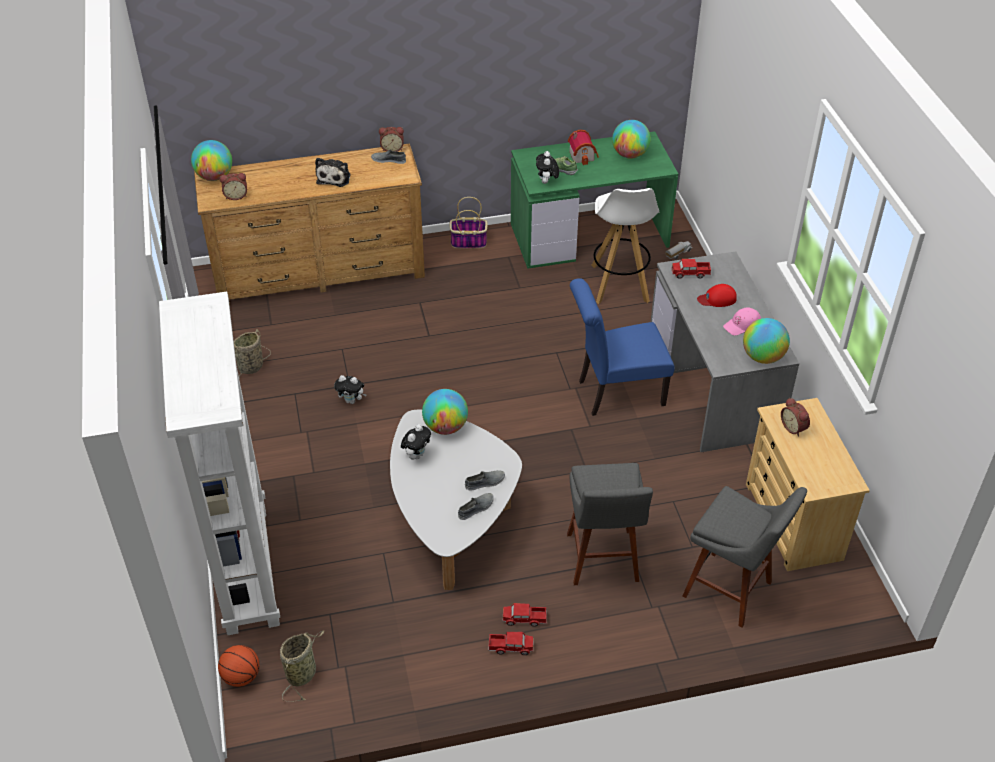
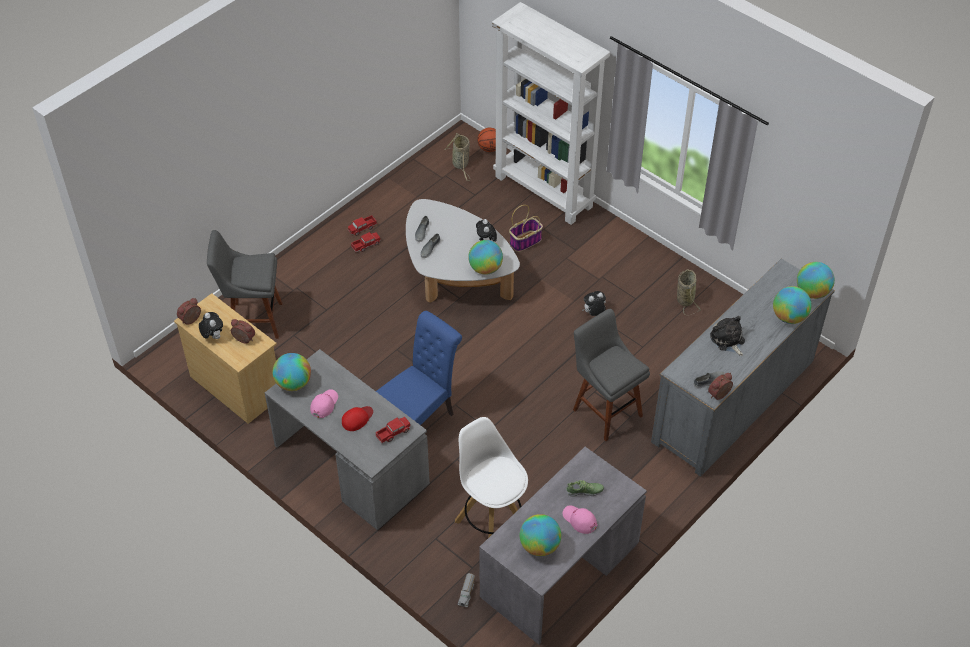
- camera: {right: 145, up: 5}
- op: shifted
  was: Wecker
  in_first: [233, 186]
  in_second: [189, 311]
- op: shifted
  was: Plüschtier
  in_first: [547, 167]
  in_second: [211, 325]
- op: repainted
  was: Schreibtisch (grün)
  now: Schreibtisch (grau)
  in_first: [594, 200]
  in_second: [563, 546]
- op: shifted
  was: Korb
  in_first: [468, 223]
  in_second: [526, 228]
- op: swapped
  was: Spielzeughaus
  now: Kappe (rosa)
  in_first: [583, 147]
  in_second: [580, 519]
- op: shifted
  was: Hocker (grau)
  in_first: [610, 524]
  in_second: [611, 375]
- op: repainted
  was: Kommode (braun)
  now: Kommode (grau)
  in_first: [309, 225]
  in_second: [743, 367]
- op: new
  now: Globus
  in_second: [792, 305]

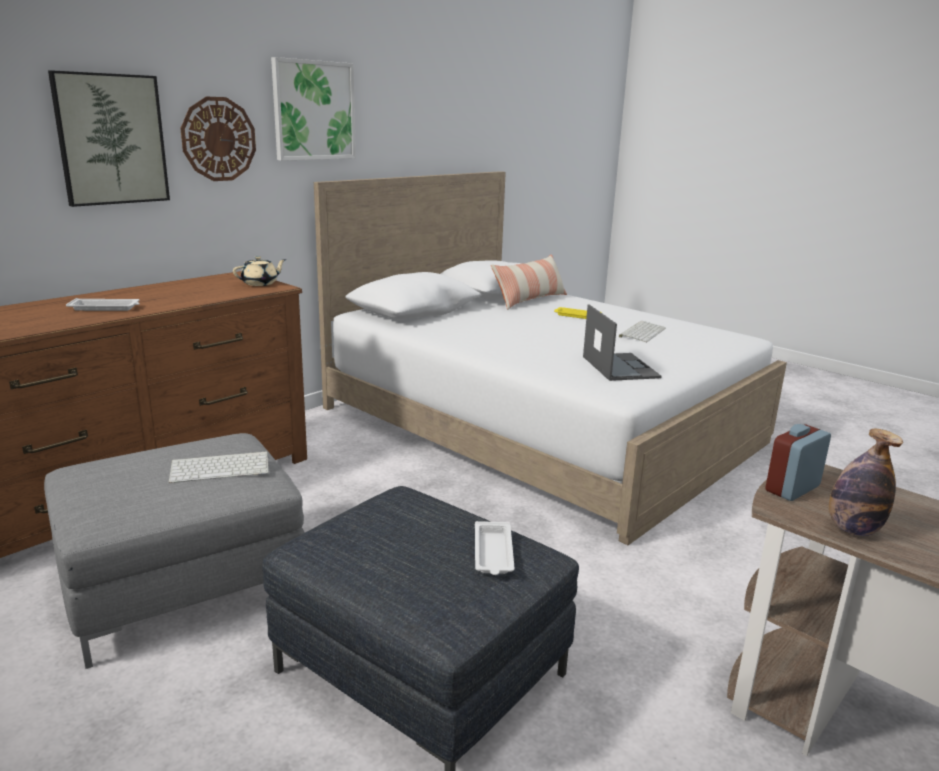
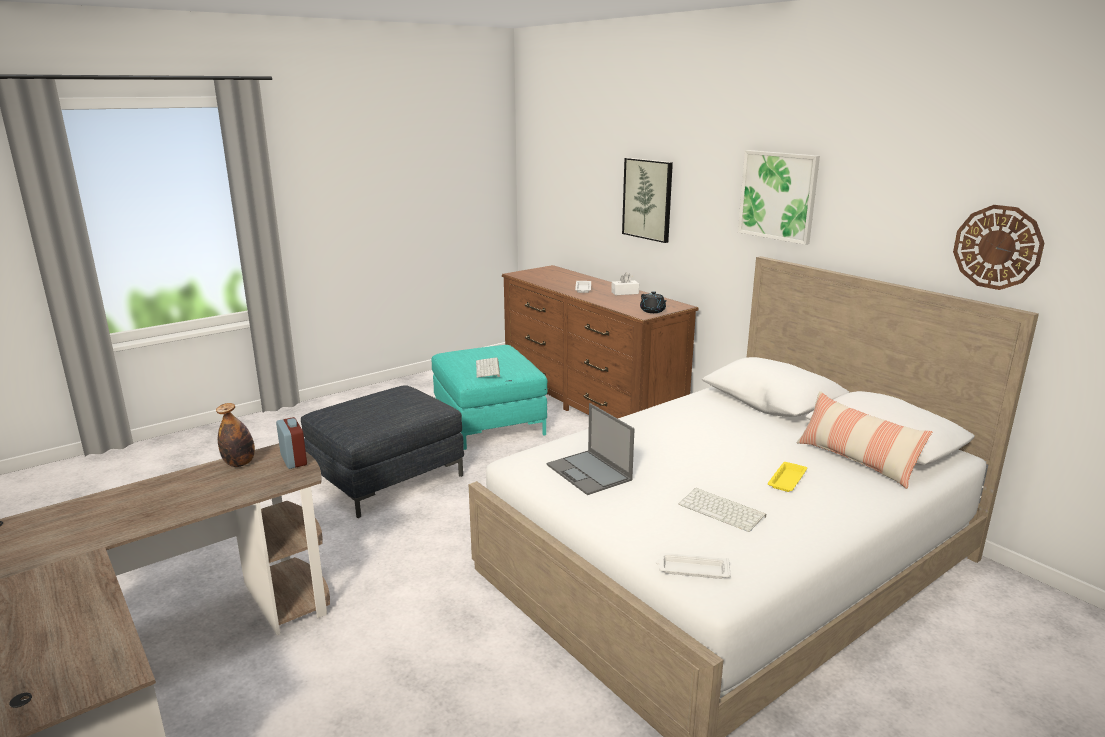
- camera: {right: 100, up: 0}
- op: repainted
  was: Polsterhocker (grau)
  now: Polsterhocker (türkis)
  in_first: [174, 551]
  in_second: [489, 397]
- op: rotated
  was: Laptop
  in_first: [622, 342]
  in_second: [591, 449]
  clockwise: 60
- op: new
  now: Taschentuchbox (weiß)
  in_second: [625, 284]
- op: repainted
  was: Teekanne (beige)
  now: Teekanne (schwarz)
  in_first: [259, 271]
  in_second: [653, 302]
- op: shifted
  was: Tablett (weiß)
  in_first: [495, 548]
  in_second: [693, 566]
- op: shifted
  was: Wanduhr
  in_first: [218, 139]
  in_second: [998, 247]

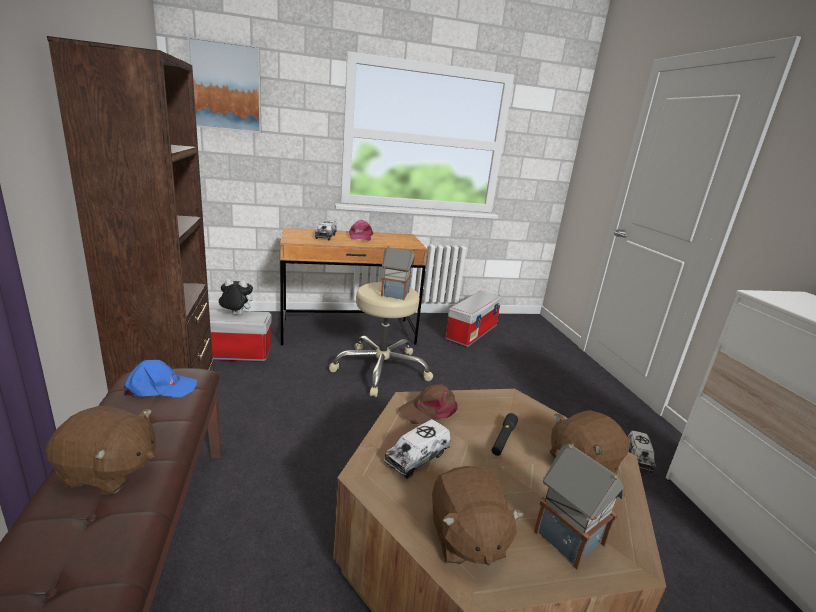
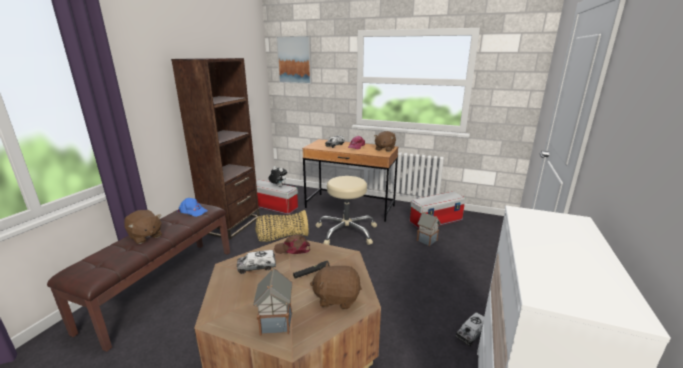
- camera: {right: 35, up: 0}
- op: new
  now: Korb
  in_second: [282, 226]
- op: shifted
  was: Plüschtier (braun)
  in_first: [478, 516]
  in_second: [385, 141]
- op: shifted
  was: Spielzeughaus
  in_first: [398, 273]
  in_second: [429, 229]

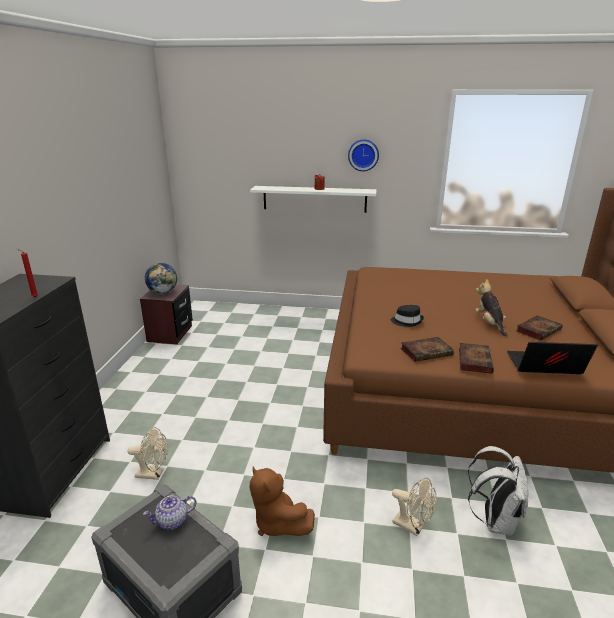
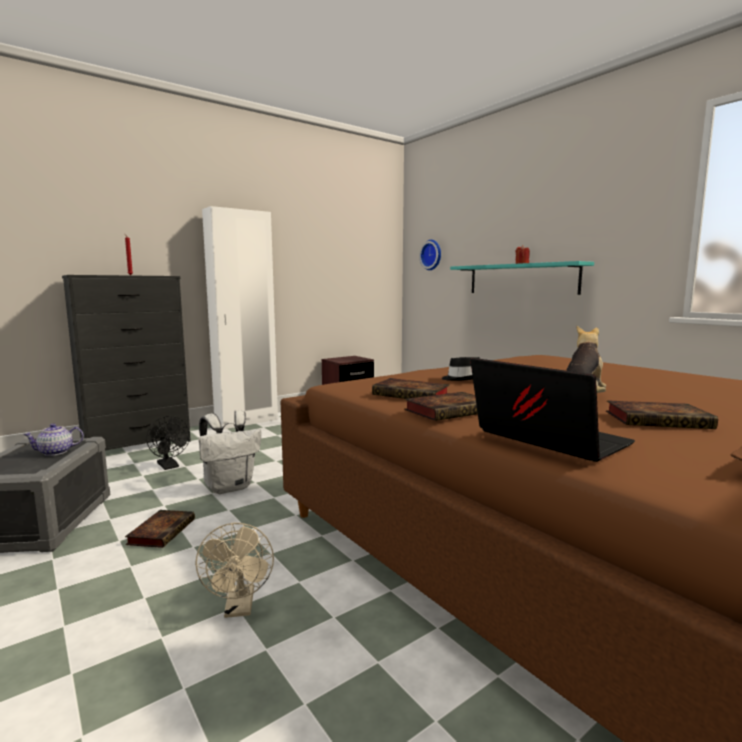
- camera: {right: 45, up: -15}
- op: rotated
  was: Teekanne
  in_first: [170, 512]
  in_second: [53, 439]
  clockwise: -45
- op: swapped
  was: Plüschtier (braun)
  now: Buch
  in_first: [282, 501]
  in_second: [160, 529]
- op: repainted
  was: Ventilator (beige)
  now: Ventilator (schwarz)
  in_first: [148, 453]
  in_second: [168, 443]
- op: shifted
  was: Rucksack (weiß)
  in_first: [498, 491]
  in_second: [230, 452]
- op: new
  now: Kleiderschrank (weiß)
  in_second: [240, 318]
- op: shifted
  was: Wanduhr
  in_first: [363, 155]
  in_second: [430, 255]
- op: repainted
  was: Wandregal (weiß)
  now: Wandregal (türkis)
  in_first: [313, 199]
  in_second: [522, 278]
- op: gone
  was: Globus
  in_first: [161, 278]

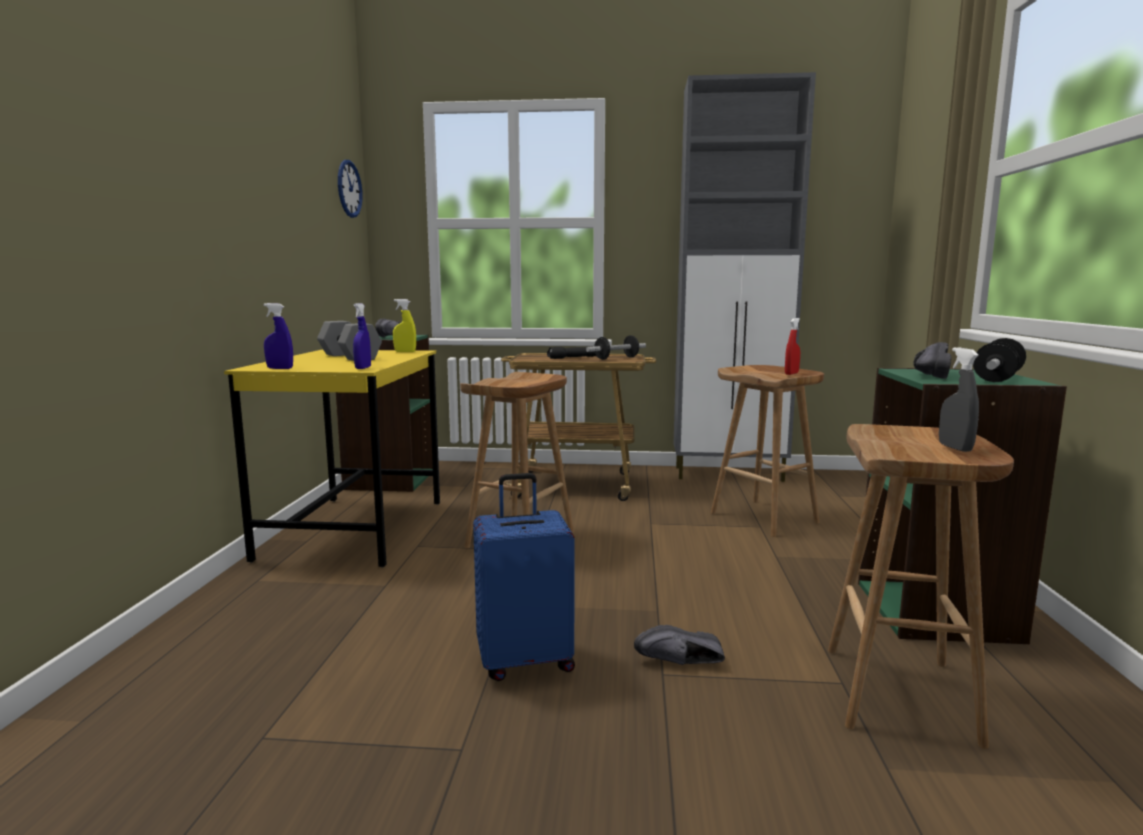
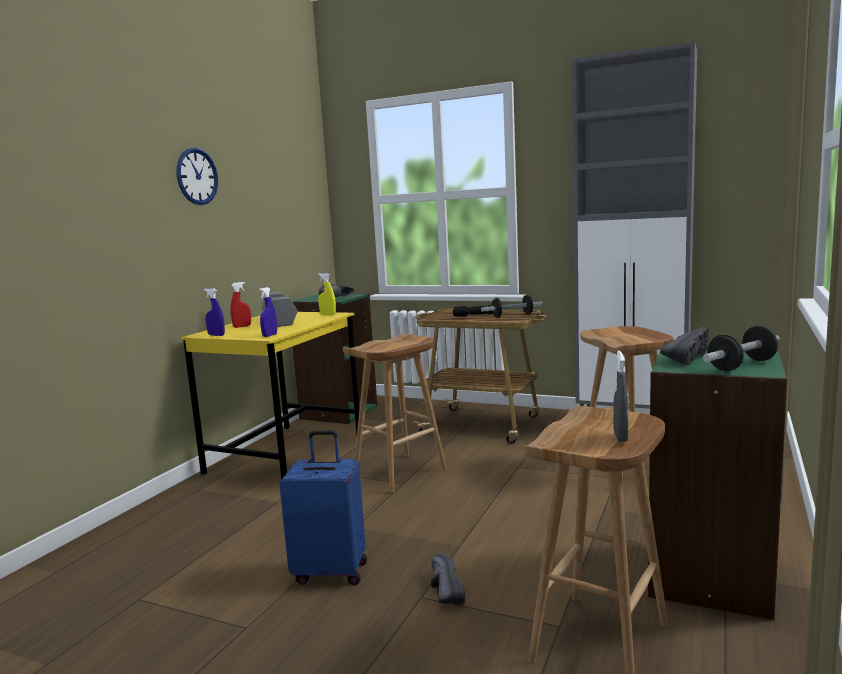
- camera: {right: 20, up: 0}
- op: shifted
  was: Wanduhr
  in_first: [350, 189]
  in_second: [197, 176]
- op: shifted
  was: Sprühflasche (rot)
  in_first: [792, 346]
  in_second: [240, 305]
- op: rotated
  was: Schuh (schwarz)
  in_first: [679, 645]
  in_second: [448, 579]
  clockwise: 60

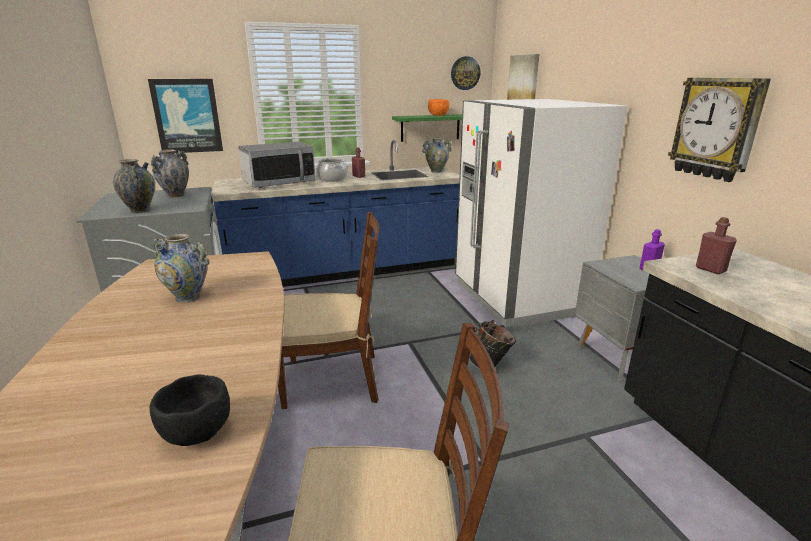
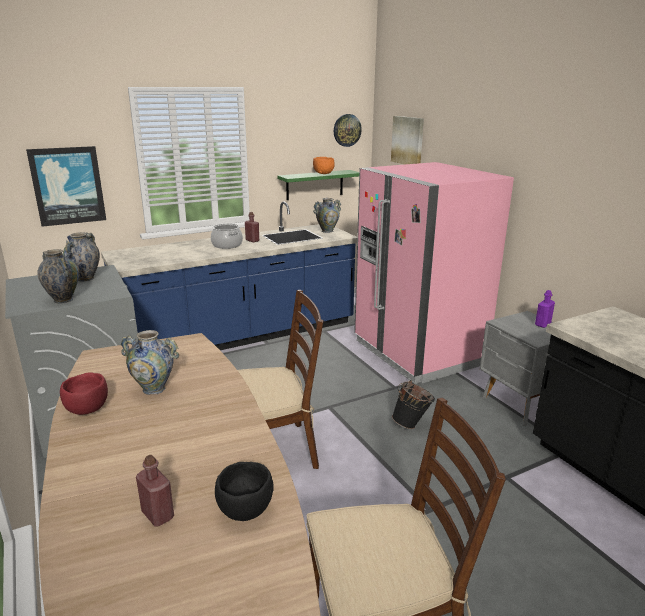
- camera: {right: -10, up: 0}
- op: new
  now: Schüssel (rot)
  in_second: [84, 393]
- op: shifted
  was: Flasche (rot)
  in_first: [716, 245]
  in_second: [155, 491]
- op: repainted
  was: Kühlschrank (weiß)
  now: Kühlschrank (rosa)
  in_first: [541, 213]
  in_second: [434, 273]
- op: gone
  was: Mikrowelle
  in_first: [277, 164]
- op: gone
  was: Wanduhr
  in_first: [719, 130]

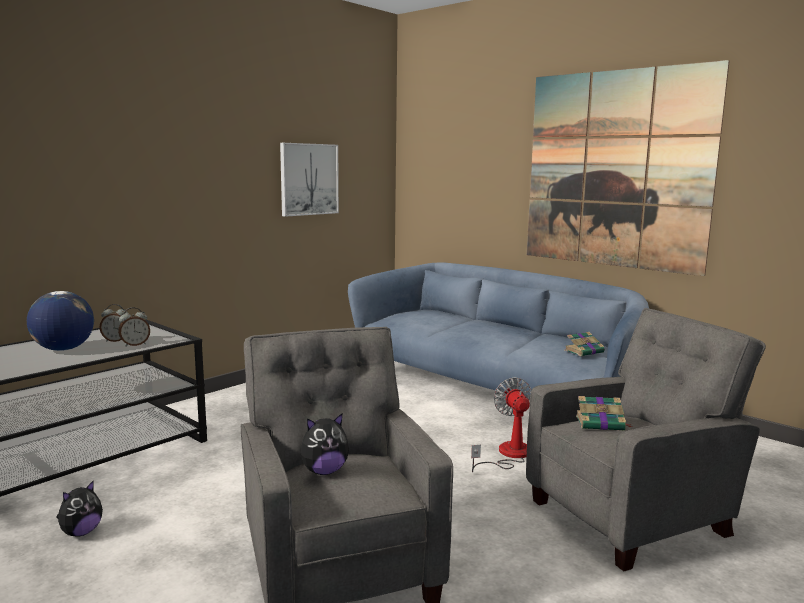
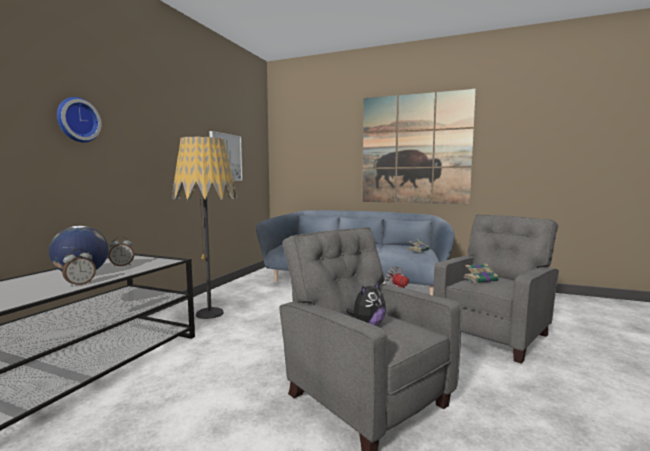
- camera: {right: -20, up: -5}
- op: new
  now: Wanduhr
  in_second: [79, 120]
- op: shifted
  was: Wecker
  in_first: [134, 327]
  in_second: [79, 268]
- op: new
  now: Stehlampe
  in_second: [204, 227]
- op: gone
  was: Plüschtier
  in_first: [79, 508]

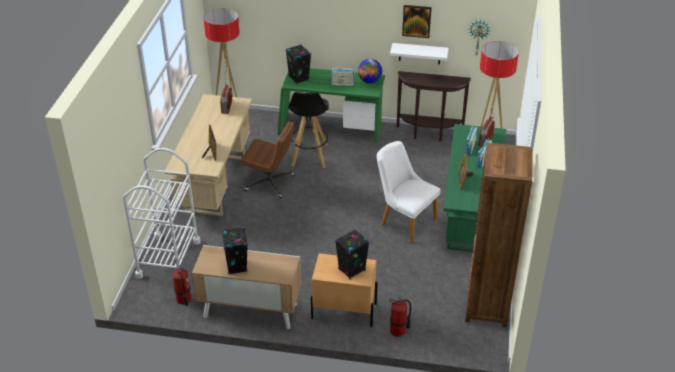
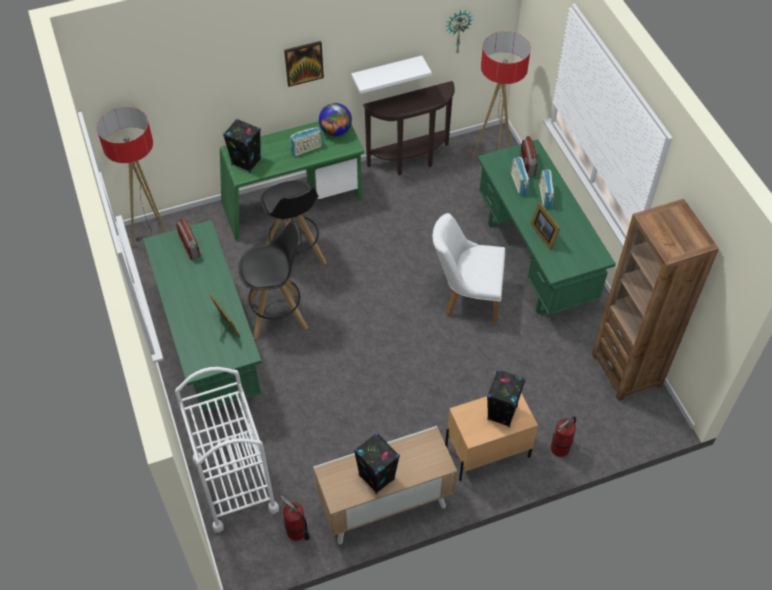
- camera: {right: -30, up: 15}
- op: repainted
  was: Schreibtisch (beige)
  now: Schreibtisch (grün)
  in_first: [208, 155]
  in_second: [202, 315]
- op: swapped
  was: Bürostuhl (braun)
  now: Hocker (schwarz)
  in_first: [268, 159]
  in_second: [273, 280]
- op: shifted
  was: Bild
  in_first: [417, 21]
  in_second: [304, 64]

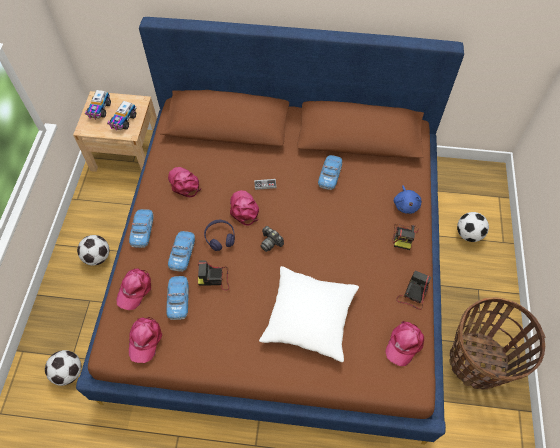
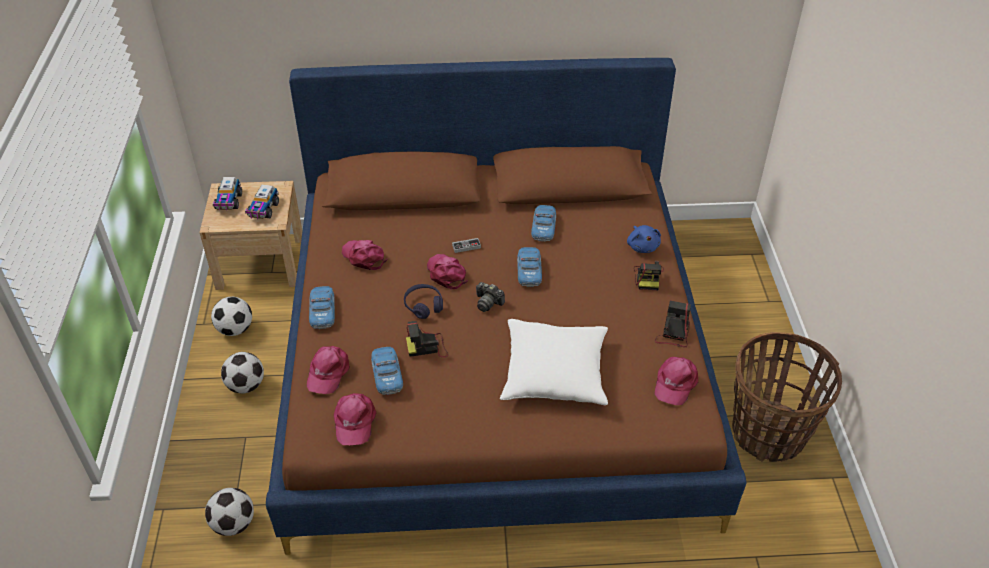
- camera: {right: -10, up: -15}
- op: shifted
  was: Fußball
  in_first: [473, 227]
  in_second: [231, 316]
- op: shifted
  was: Spielzeugauto
  in_first: [181, 251]
  in_second: [529, 267]

